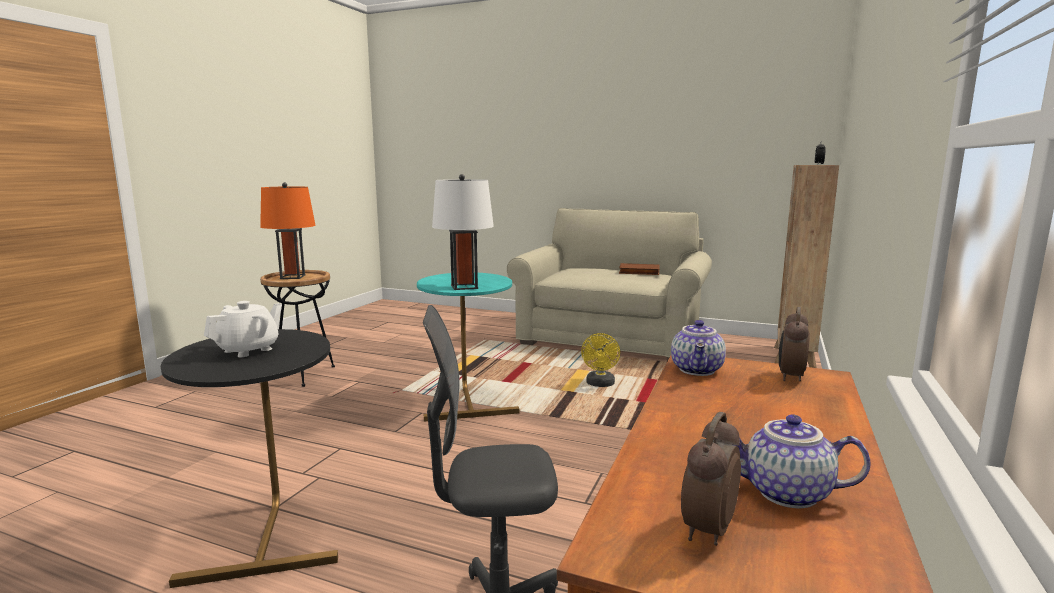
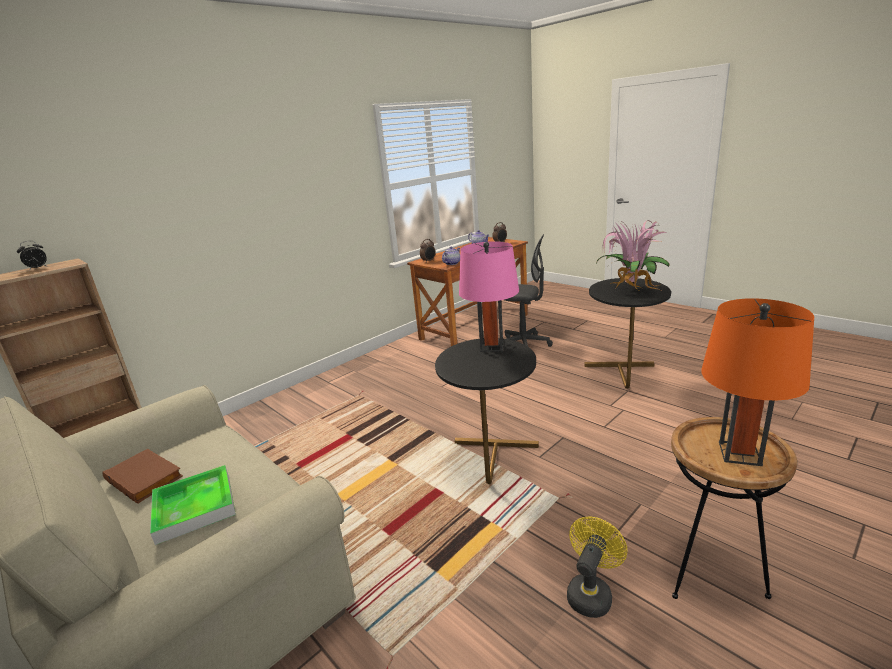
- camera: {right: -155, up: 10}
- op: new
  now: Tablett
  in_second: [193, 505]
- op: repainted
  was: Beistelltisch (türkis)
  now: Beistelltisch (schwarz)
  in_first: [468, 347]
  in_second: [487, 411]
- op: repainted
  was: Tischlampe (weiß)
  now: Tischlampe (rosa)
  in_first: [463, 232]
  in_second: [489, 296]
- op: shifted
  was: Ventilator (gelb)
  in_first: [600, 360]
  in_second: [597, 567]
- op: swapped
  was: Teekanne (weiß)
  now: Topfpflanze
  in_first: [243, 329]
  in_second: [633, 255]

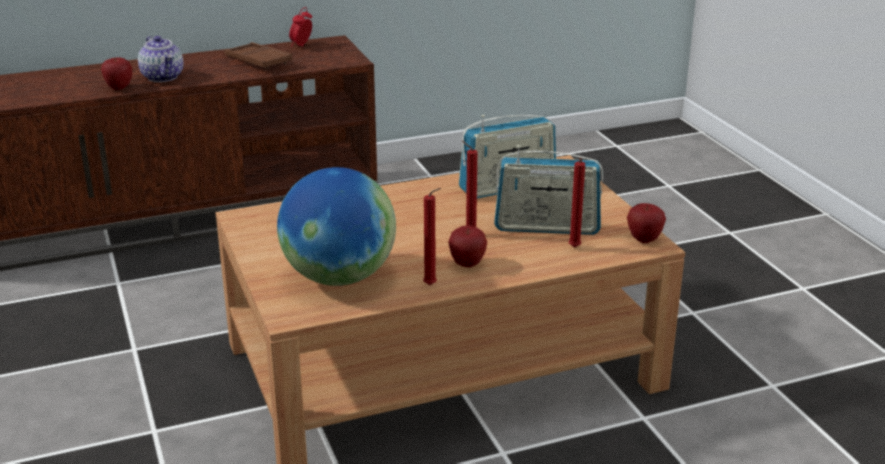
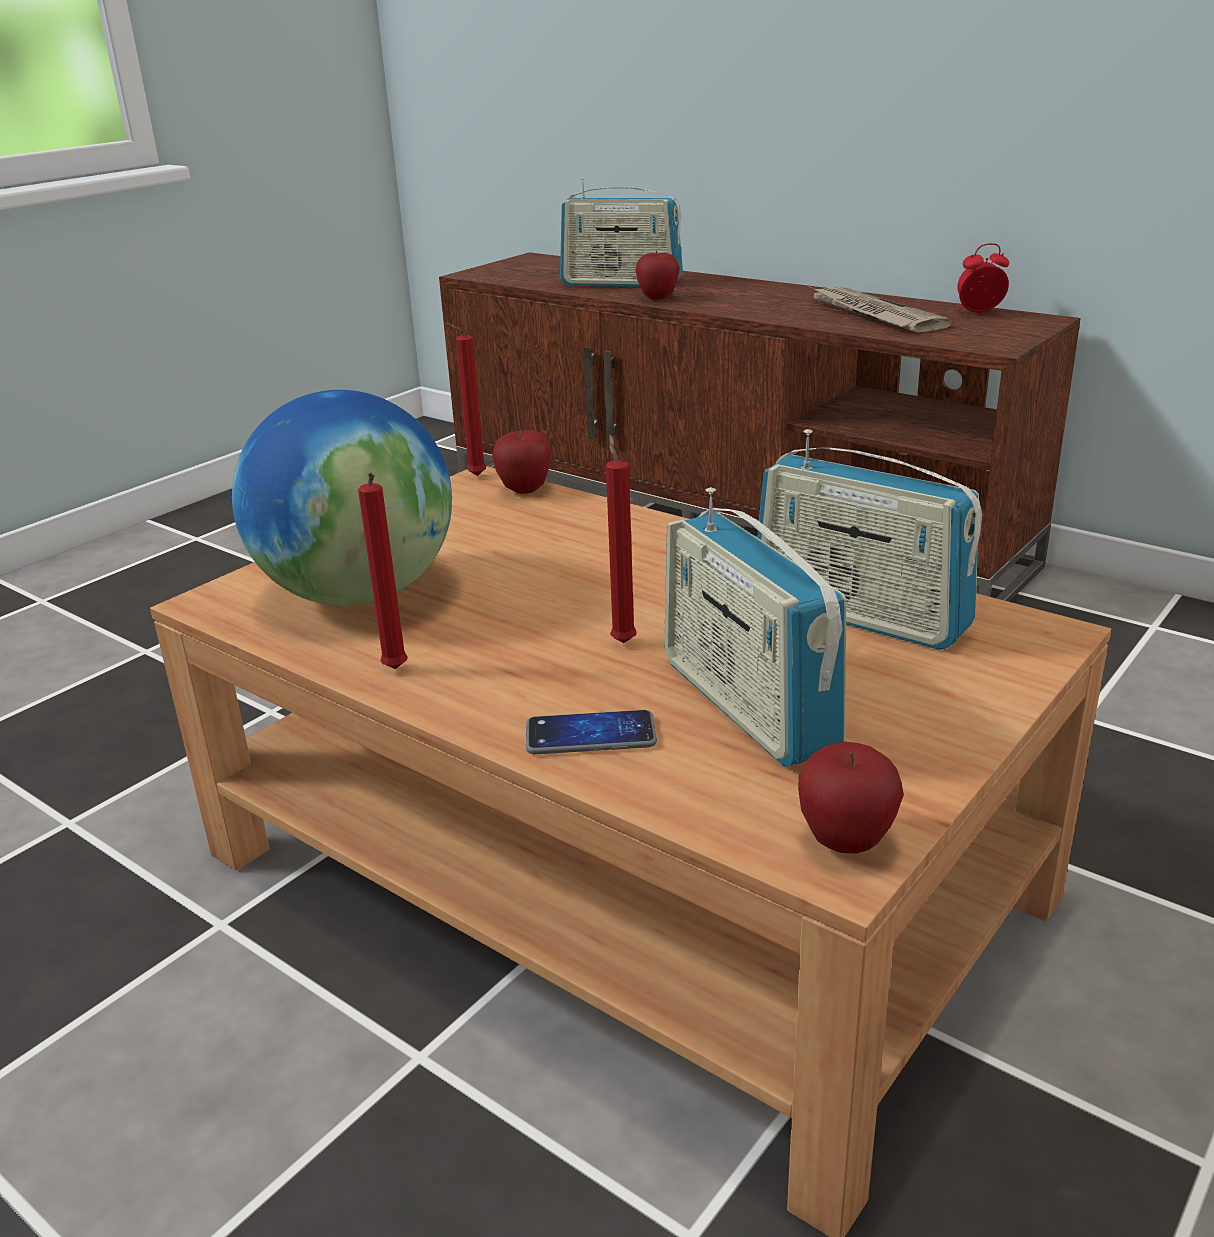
- camera: {right: 60, up: 0}
- op: shifted
  was: Kerze (rot)
  in_first: [577, 203]
  in_second: [466, 399]
- op: shifted
  was: Apfel
  in_first: [467, 246]
  in_second: [522, 462]
- op: new
  now: Handy
  in_second: [591, 732]
- op: new
  now: Radio
  in_second: [621, 232]
- op: swapped
  was: Tablett (braun)
  now: Zeitung
  in_first: [258, 55]
  in_second: [881, 310]
- op: gone
  was: Teekanne
  in_first: [161, 59]

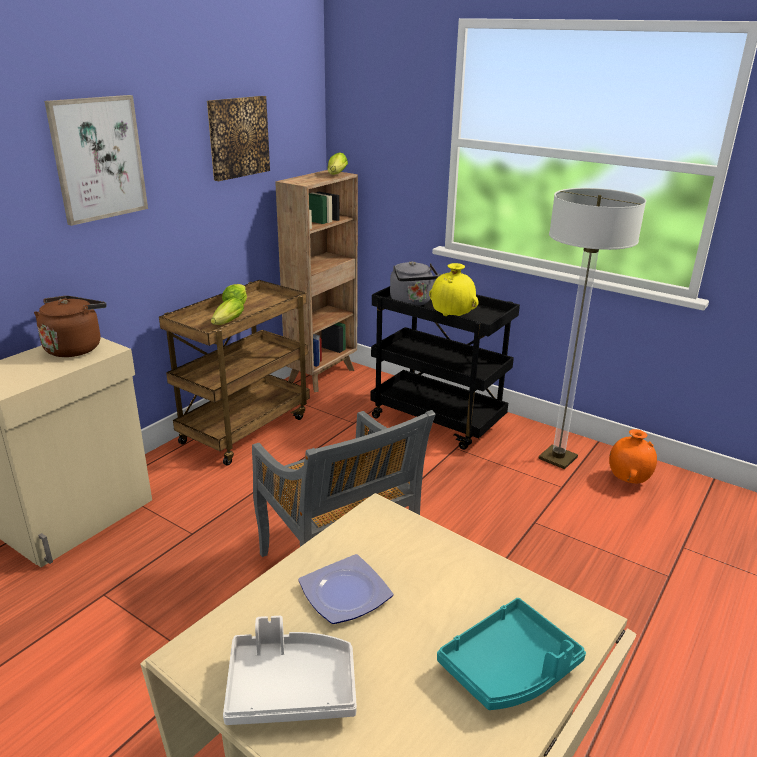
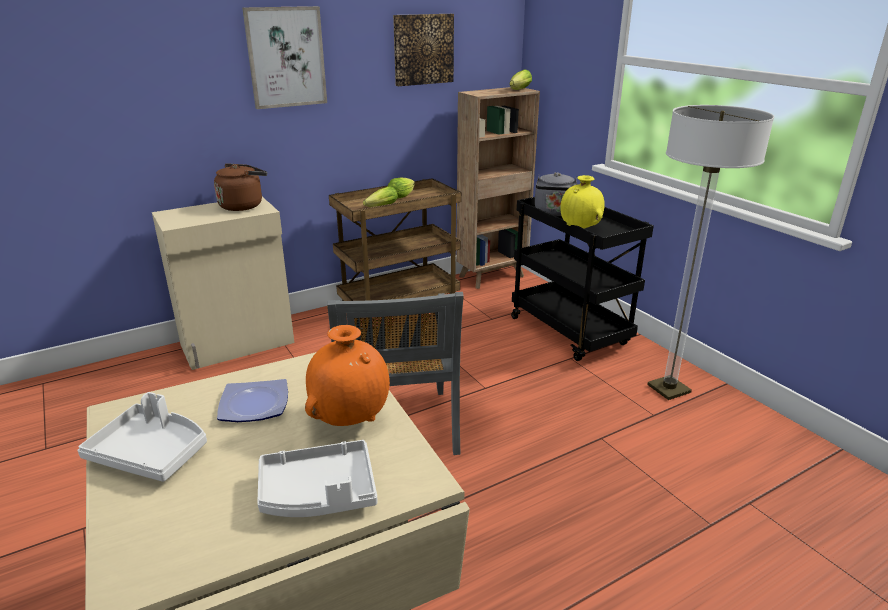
- camera: {right: 25, up: 0}
- op: repainted
  was: Tablett (türkis)
  now: Tablett (weiß)
  in_first: [511, 654]
  in_second: [317, 478]
- op: shifted
  was: Vase (orange)
  in_first: [633, 456]
  in_second: [347, 375]

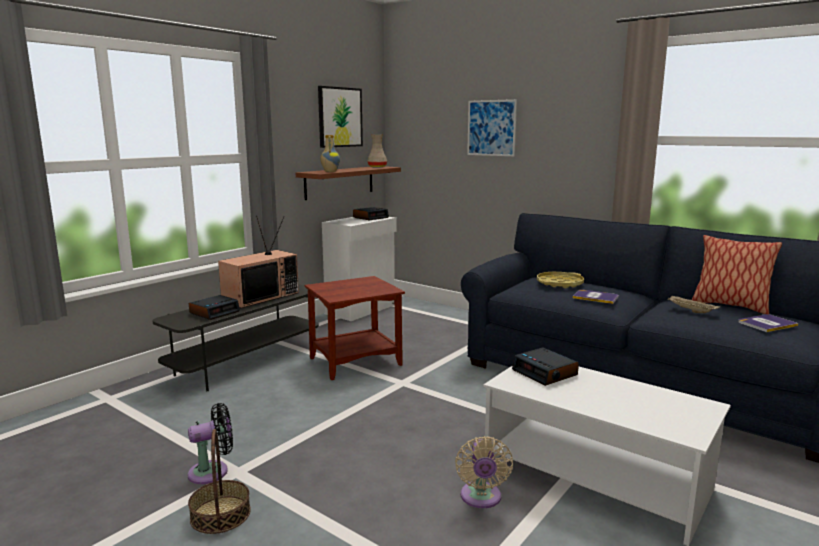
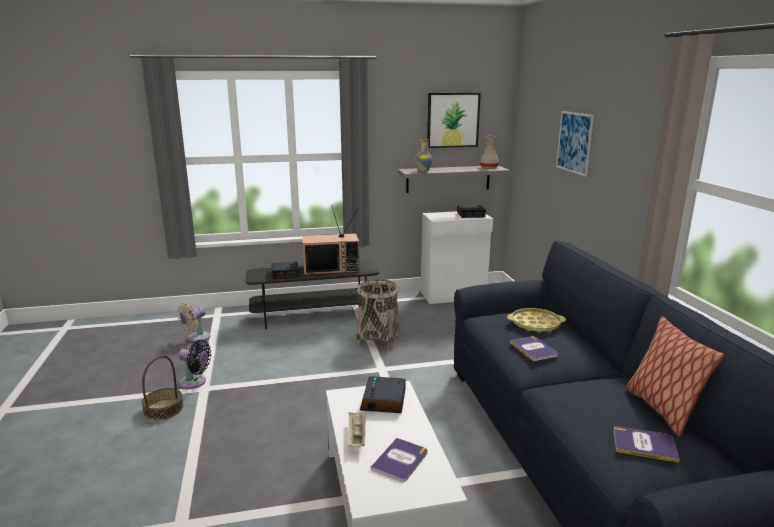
- camera: {right: 40, up: 5}
- op: shifted
  was: Ventilator (beige)
  in_first: [484, 472]
  in_second: [193, 322]
- op: shifted
  was: Tablett (beige)
  in_first: [693, 304]
  in_second: [357, 428]
- op: swapped
  was: Beistelltisch (braun)
  now: Korb
  in_first: [355, 328]
  in_second: [378, 314]
- op: new
  now: Buch
  in_second: [398, 460]
- op: repainted
  was: Wandregal (braun)
  now: Wandregal (grau)
  in_first: [348, 183]
  in_second: [454, 179]

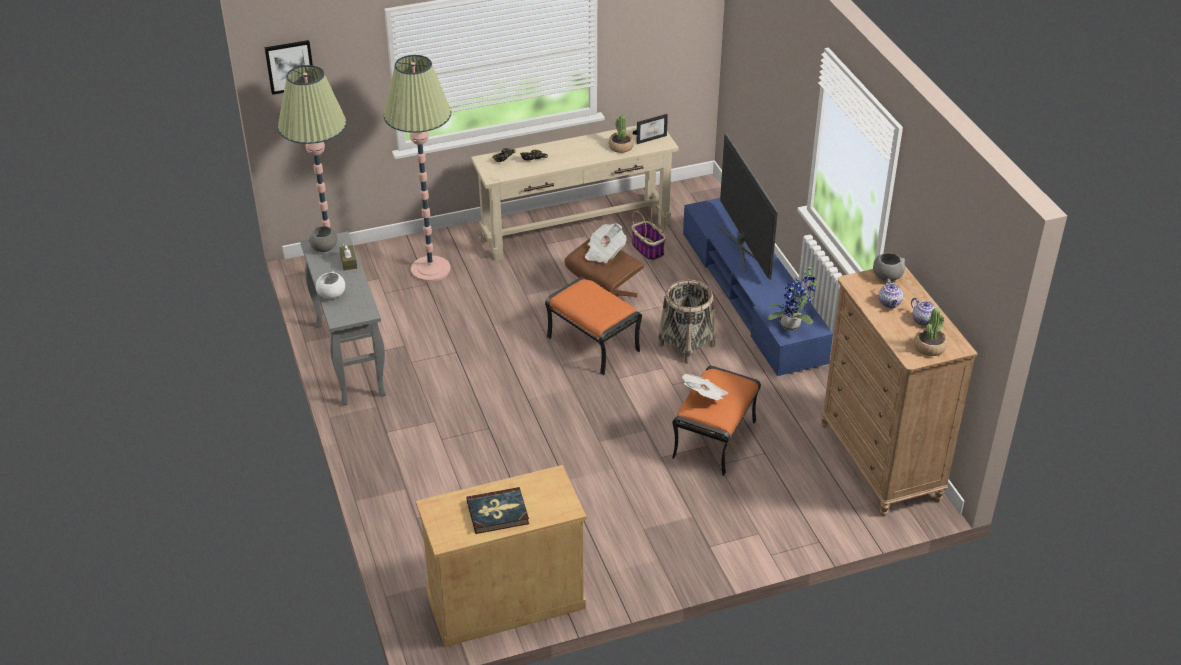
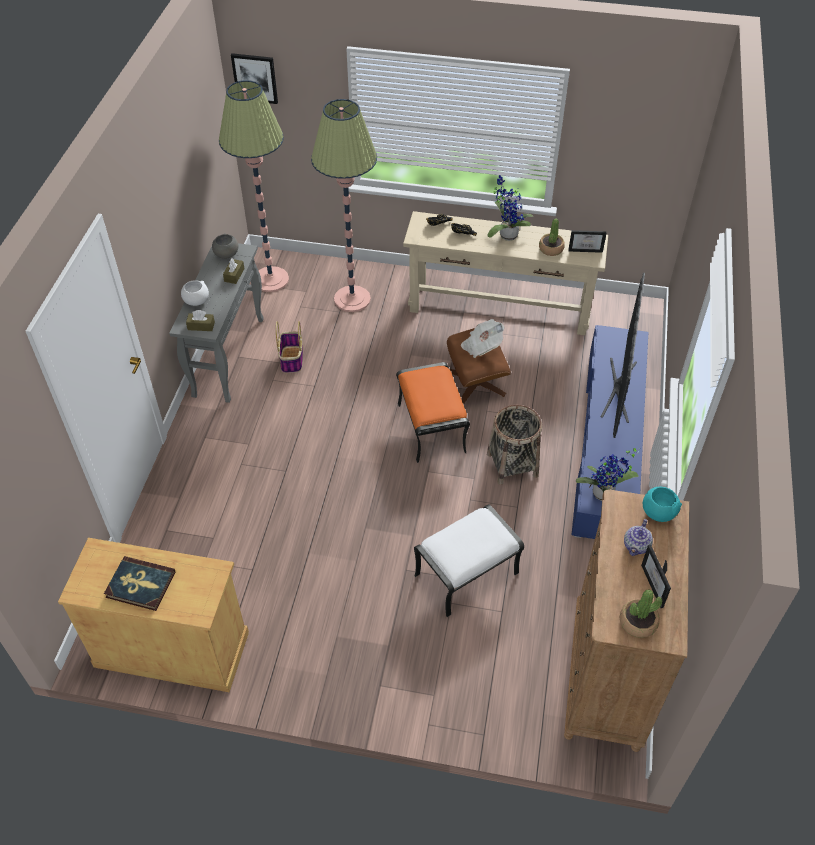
- camera: {right: 30, up: 10}
- op: new
  now: Taschentuchbox (braun)
  in_second: [200, 320]
- op: shifted
  was: Korb
  in_first: [649, 232]
  in_second: [289, 347]
- op: repainted
  was: Polsterhocker (orange)
  now: Polsterhocker (weiß)
  in_first: [716, 421]
  in_second: [469, 560]
- op: new
  now: Topfpflanze
  in_second: [510, 208]
- op: swapped
  was: Teekanne
  now: Bilderrahmen
  in_first: [923, 312]
  in_second: [656, 576]
- op: repainted
  was: Schüssel (grau)
  now: Schüssel (türkis)
  in_first: [889, 267]
  in_second: [662, 504]
- op: gone
  was: Zeitung
  in_first: [705, 387]

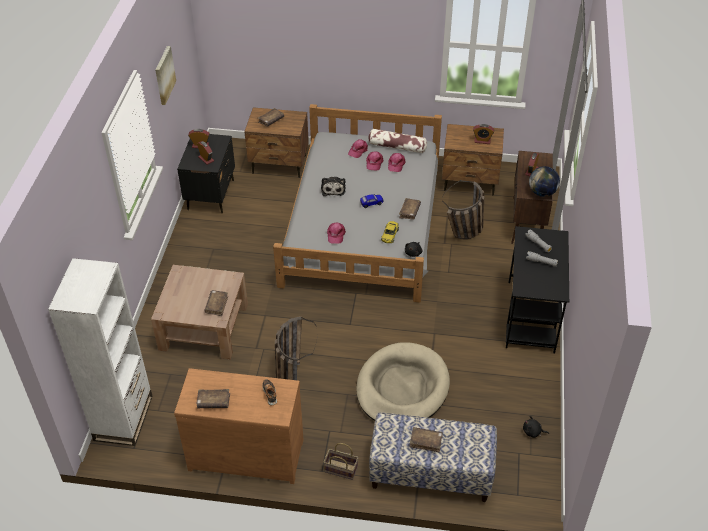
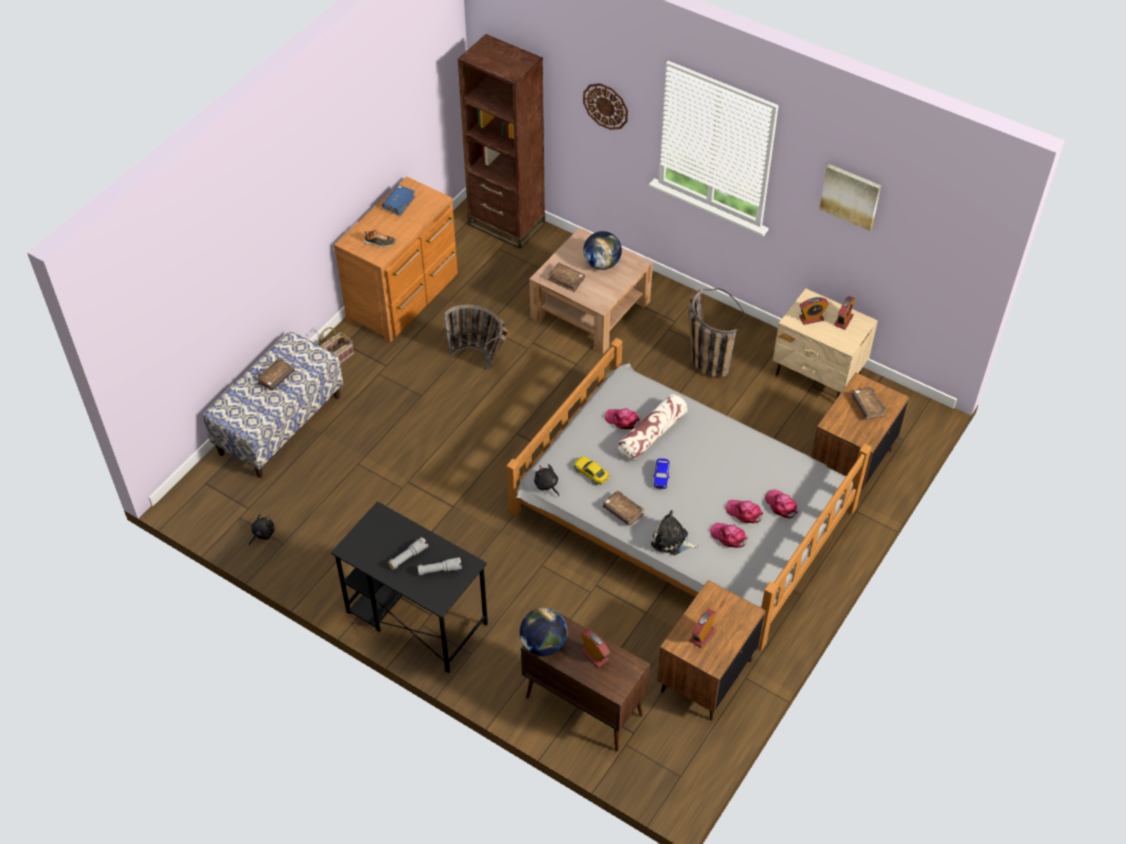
- camera: {right: 115, up: 5}
- op: repainted
  was: Buch (braun)
  now: Buch (blau)
  in_first: [213, 398]
  in_second: [398, 200]
- op: repainted
  was: Bücherregal (weiß)
  now: Bücherregal (braun)
  in_first: [100, 352]
  in_second: [501, 141]
- op: new
  now: Wanduhr
  in_second: [605, 106]
- op: new
  now: Globus
  in_second: [602, 250]
- op: shifted
  was: Kissen
  in_first: [397, 140]
  in_second: [652, 427]
- op: shifted
  was: Plüschtier
  in_first: [333, 186]
  in_second: [674, 532]
- op: shifted
  was: Korb
  in_first: [463, 209]
  in_second: [717, 332]
- op: repainted
  was: Nachttisch (schwarz)
  now: Nachttisch (beige)
  in_first: [206, 174]
  in_second: [825, 343]
- op: gone
  was: Hundebett (beige)
  in_first: [403, 382]

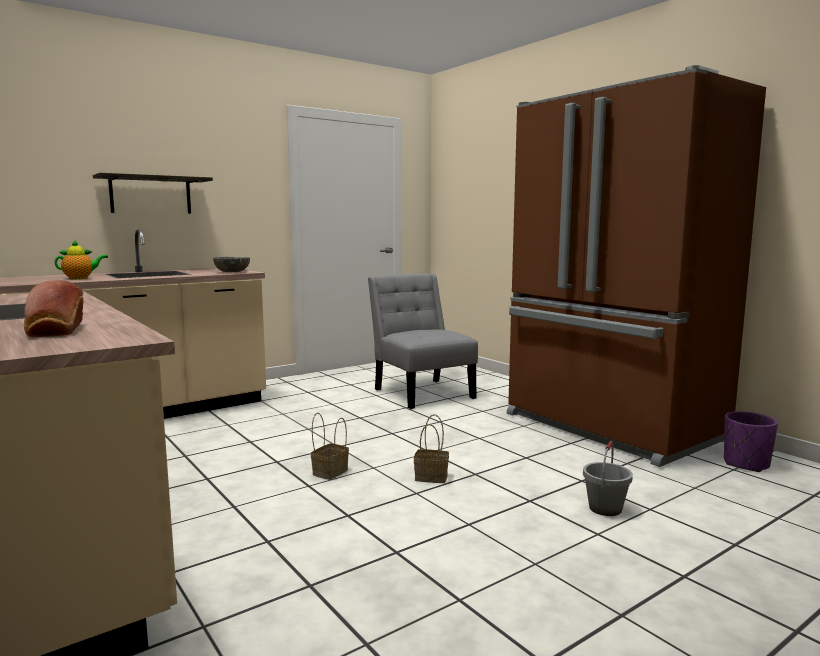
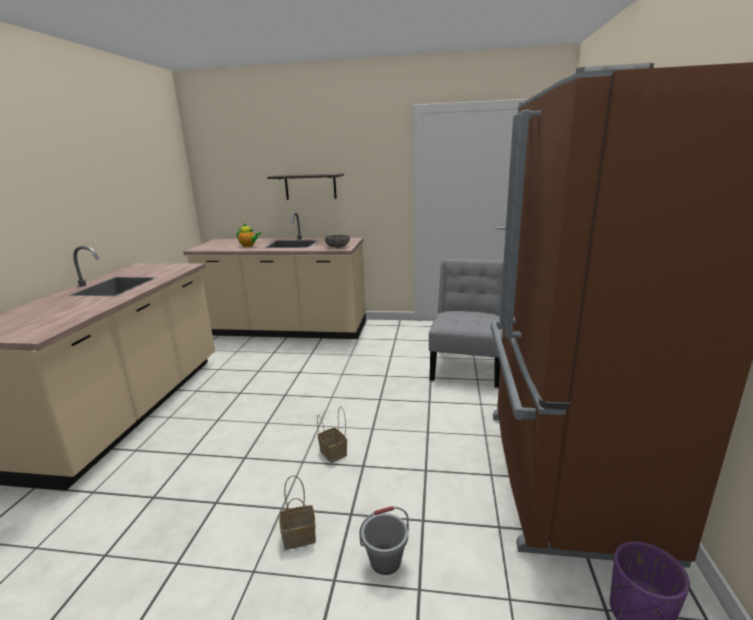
- camera: {right: 45, up: 10}
- op: shifted
  was: Korb
  in_first: [330, 446]
  in_second: [297, 512]
- op: gone
  was: Brot
  in_first: [54, 308]

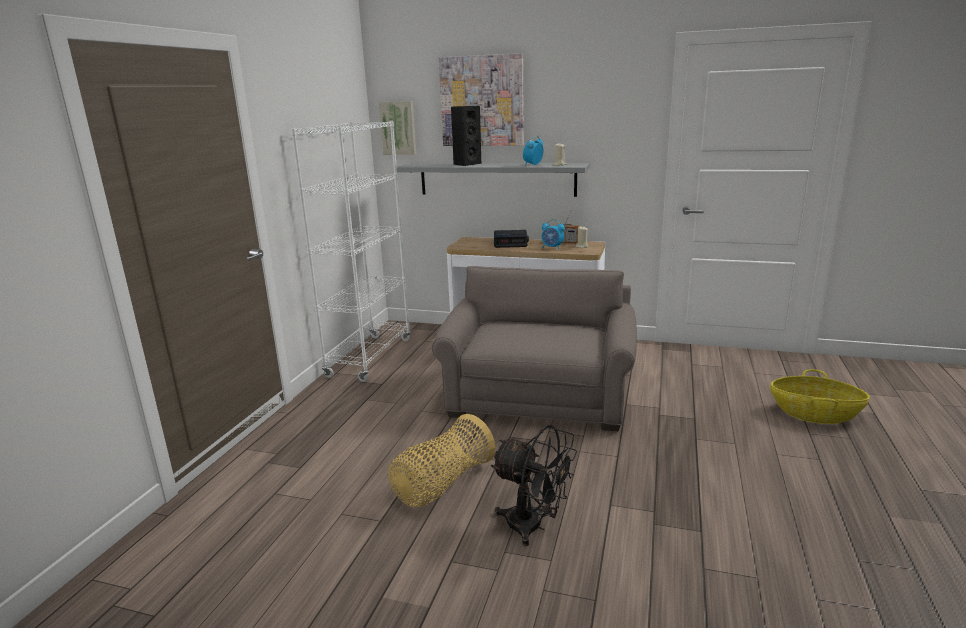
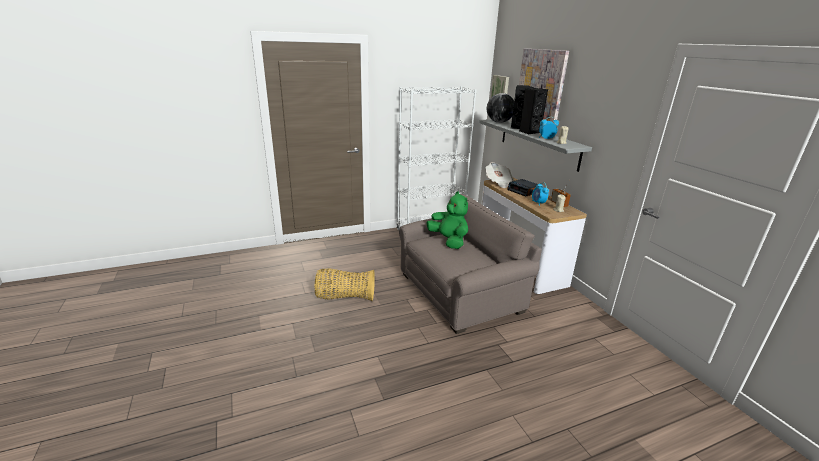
- camera: {right: 50, up: 5}
- op: new
  now: Plüschtier (grün)
  in_second: [447, 220]
- op: new
  now: Zeitung
  in_second: [499, 175]
- op: new
  now: Globus
  in_second: [500, 108]
- op: new
  now: Lautsprecher (schwarz)
  in_second: [533, 111]
- op: gone
  was: Ventilator (schwarz)
  in_first: [534, 485]
- op: gone
  was: Korb
  in_first: [820, 396]

